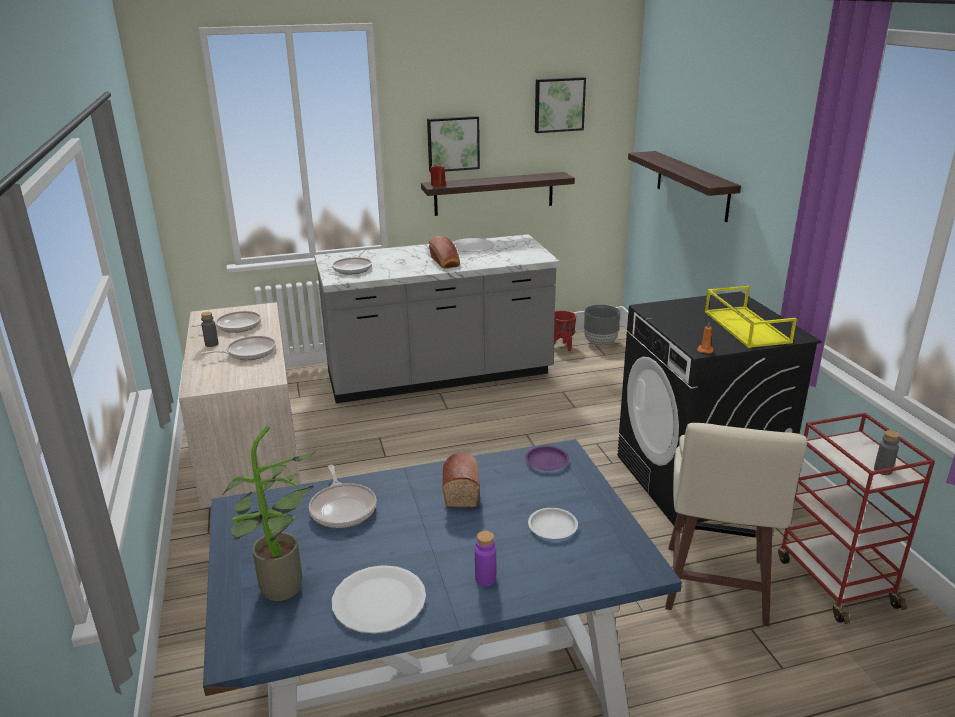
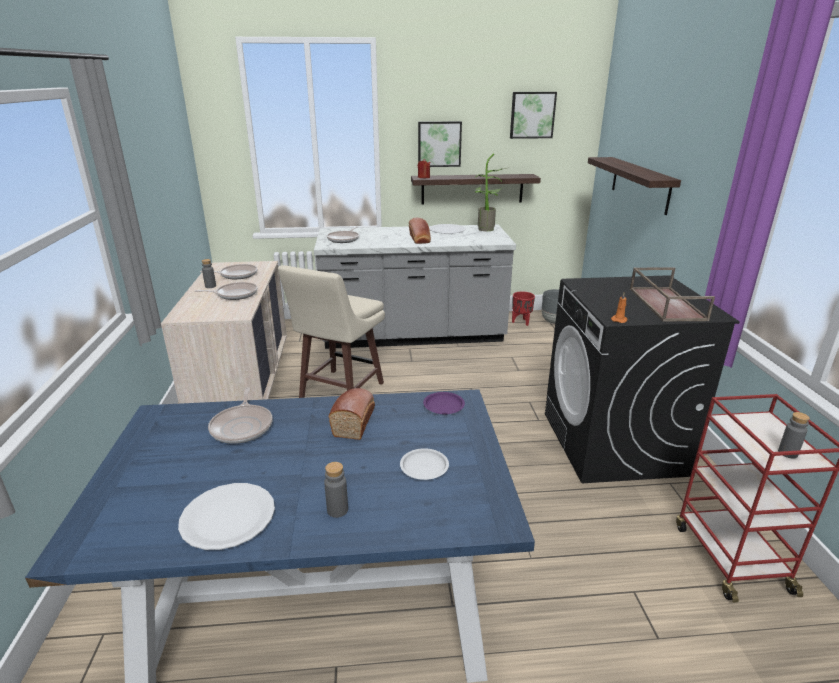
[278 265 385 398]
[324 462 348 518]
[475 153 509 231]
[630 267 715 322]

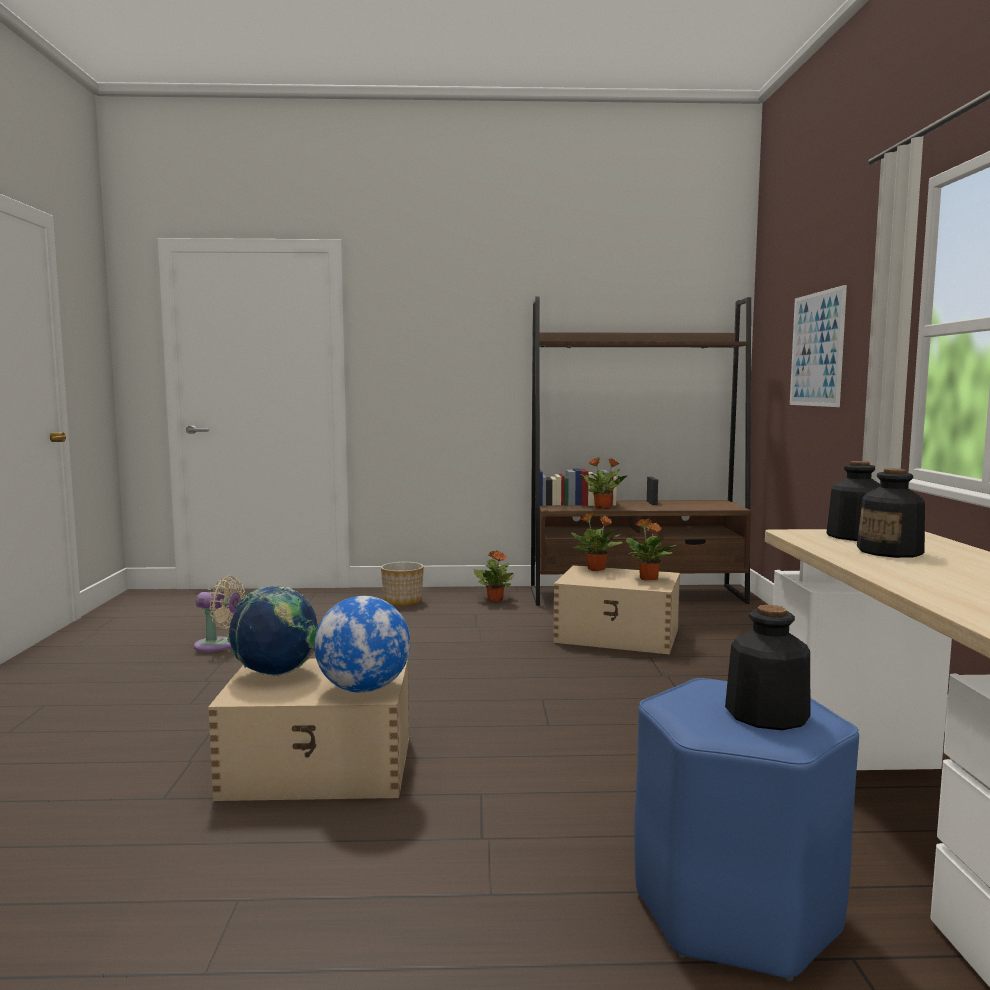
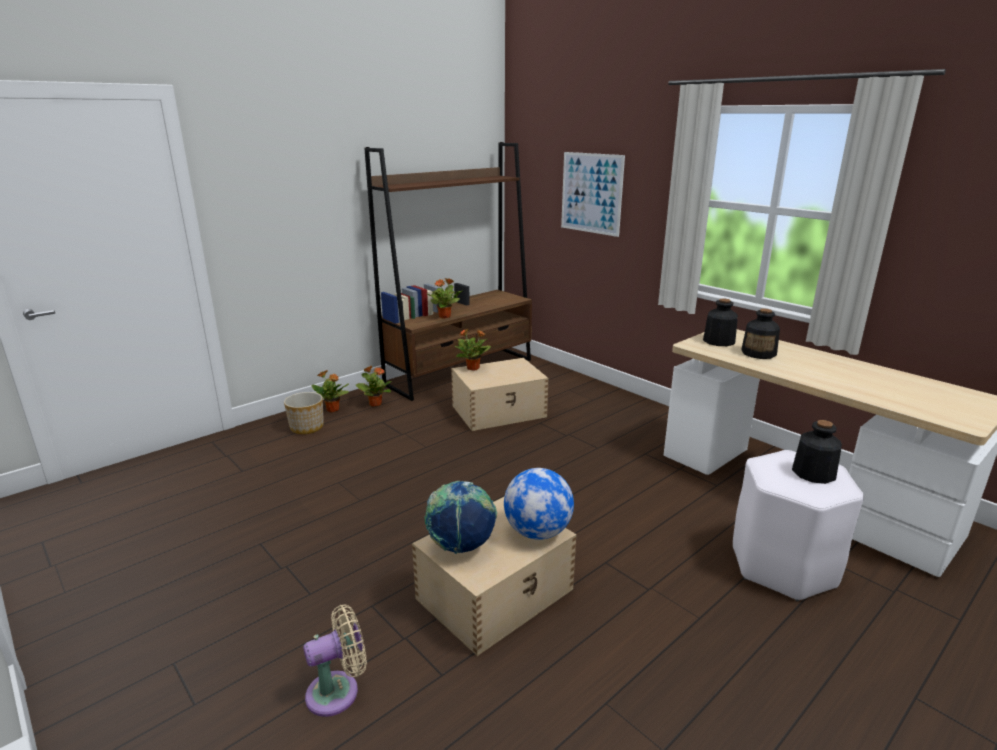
[303 604 367 717]
[311 370 349 412]
[733 450 864 601]

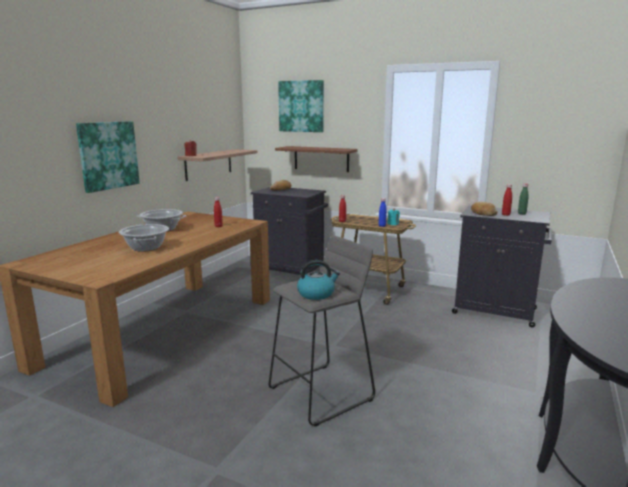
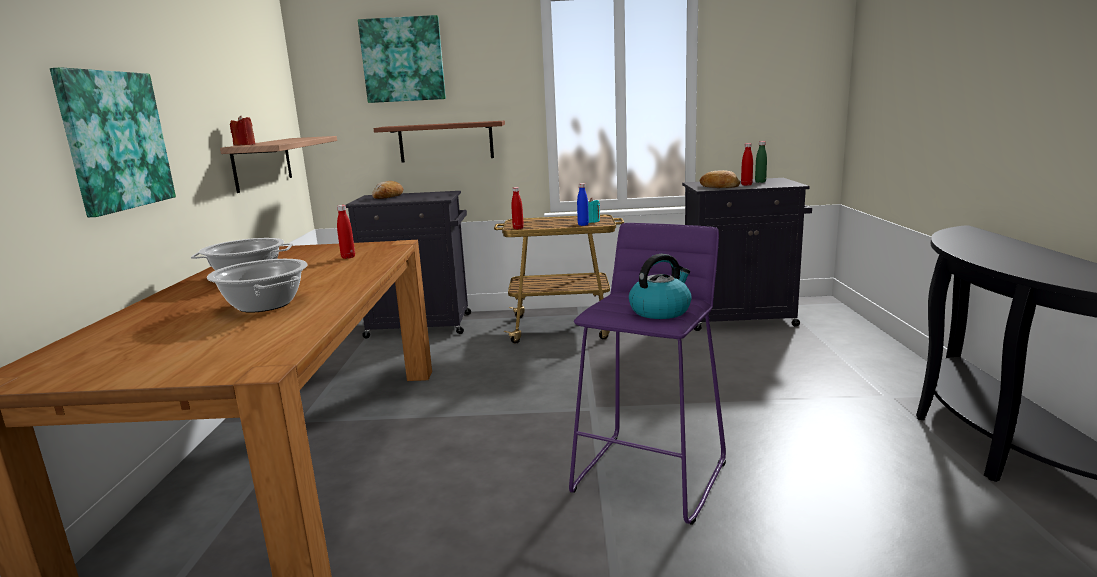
[569 223 726 525]

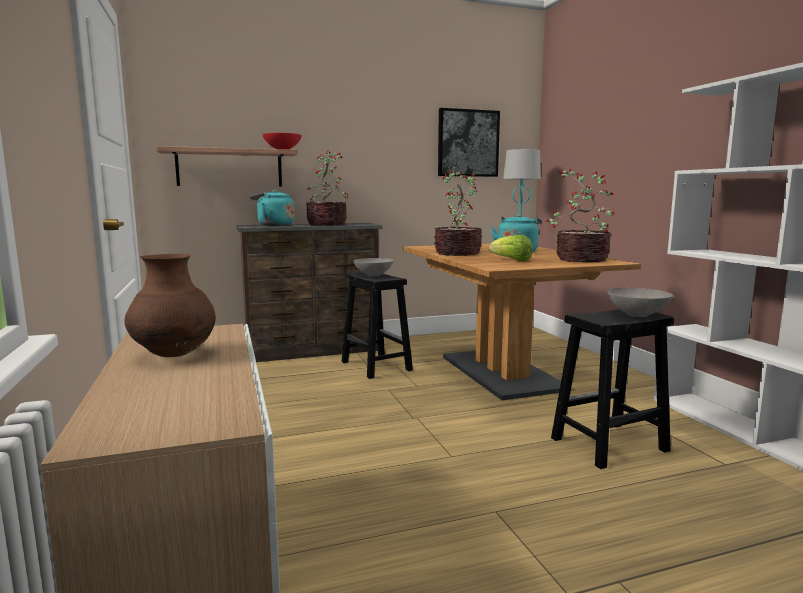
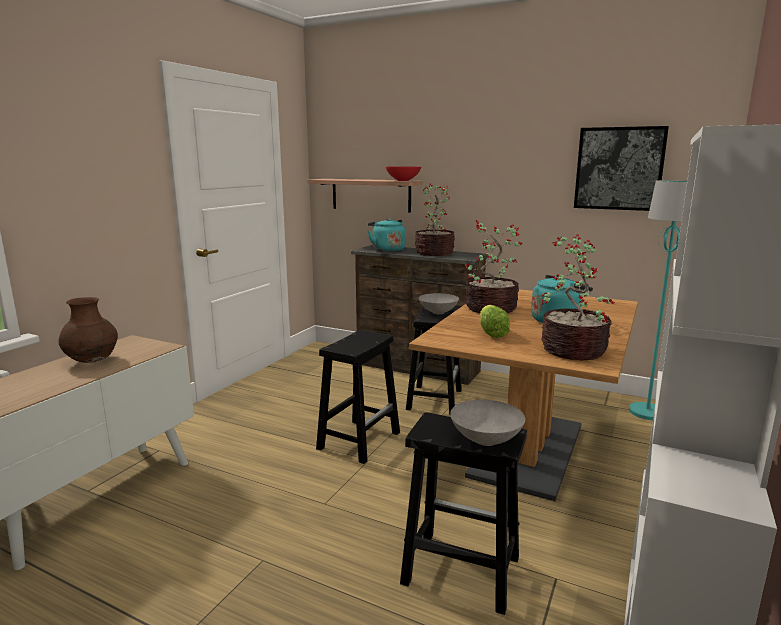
[316 330 400 464]

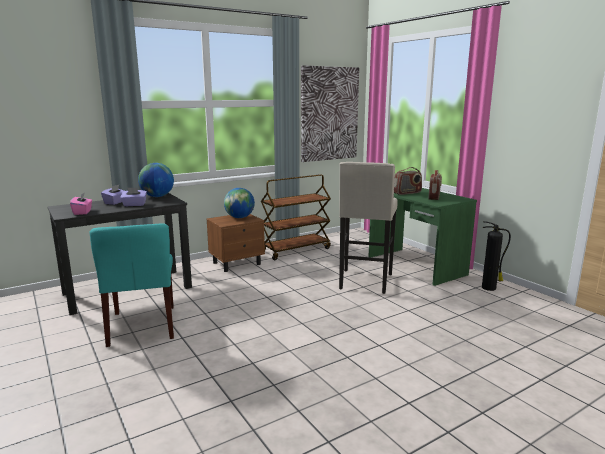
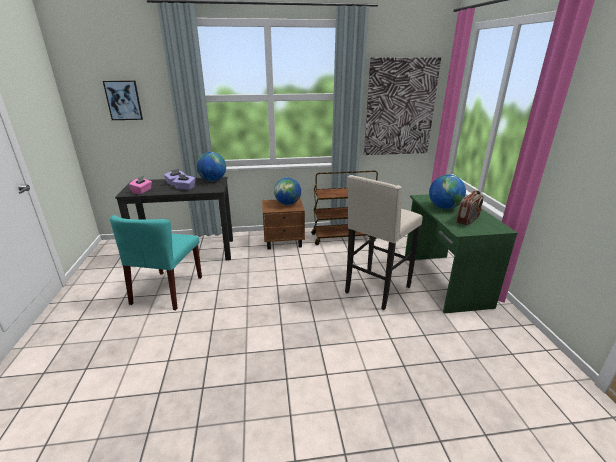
[103 81 143 120]
[429 175 466 209]
[482 221 511 291] (first image)

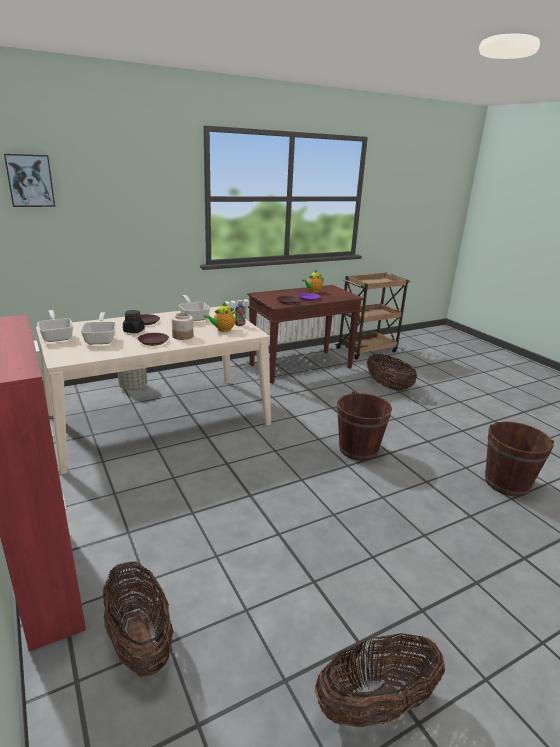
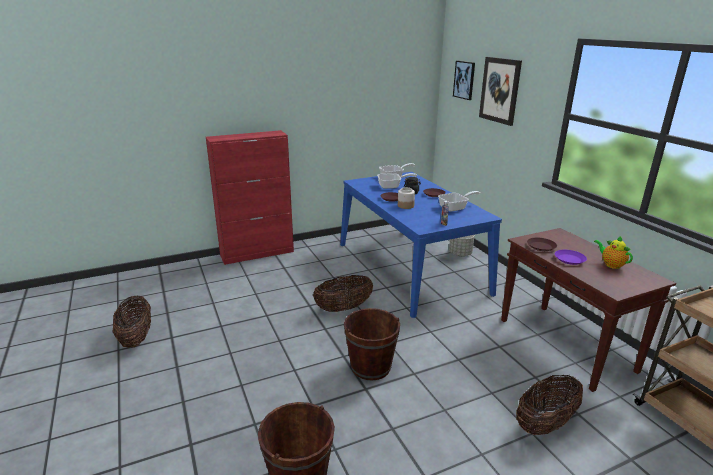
[313 275 373 312]
[340 172 502 318]
[479 57 522 126]
[204 302 238 332] (first image)

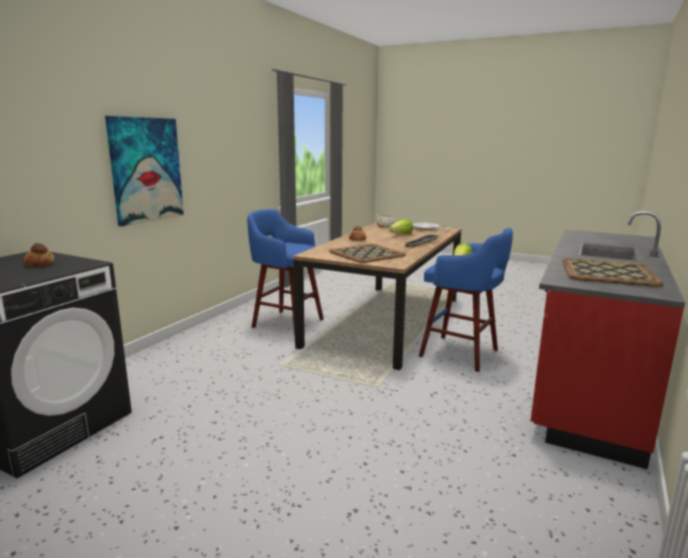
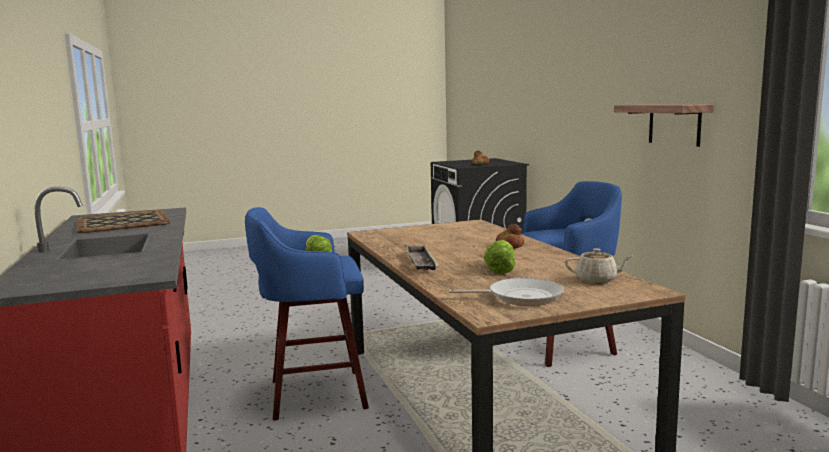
[614 104 714 147]
[105 116 184 226] (first image)
[329 244 406 263] (first image)

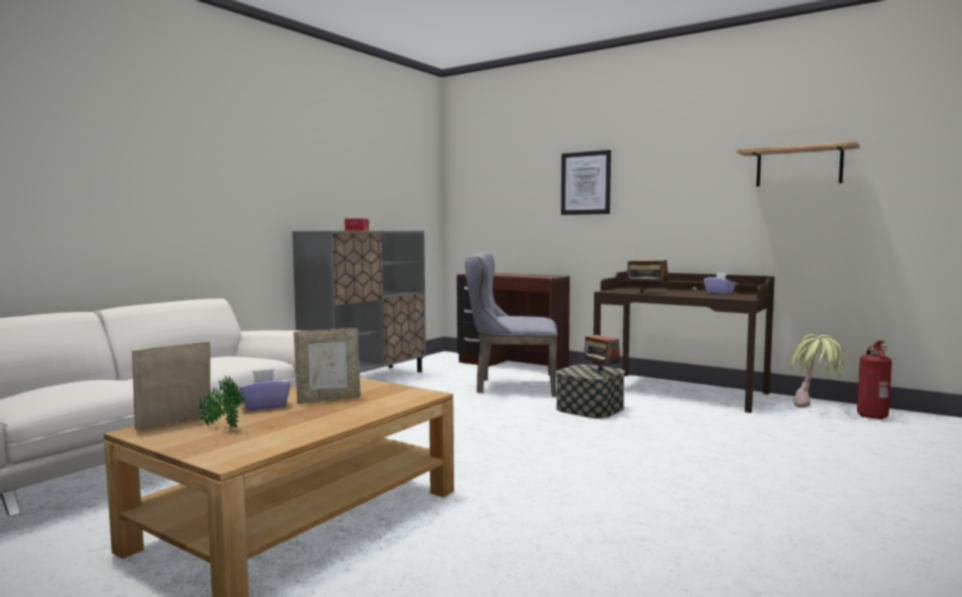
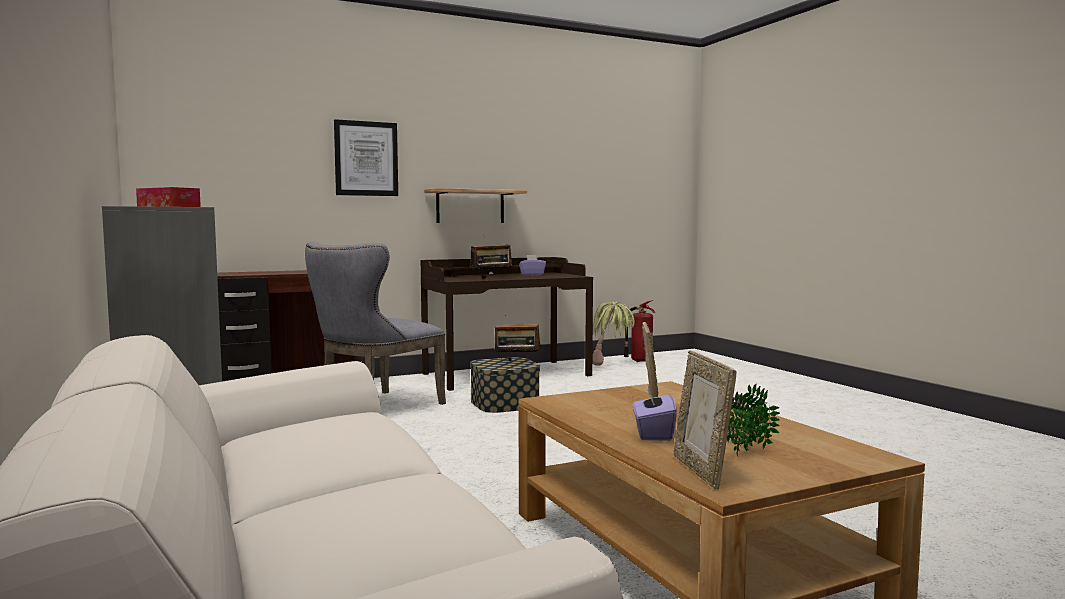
[424 188 527 223]

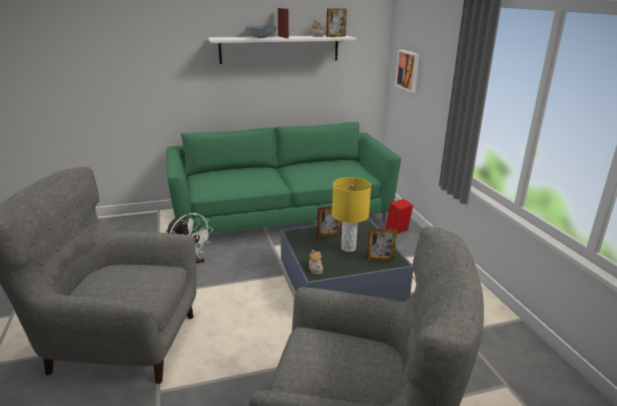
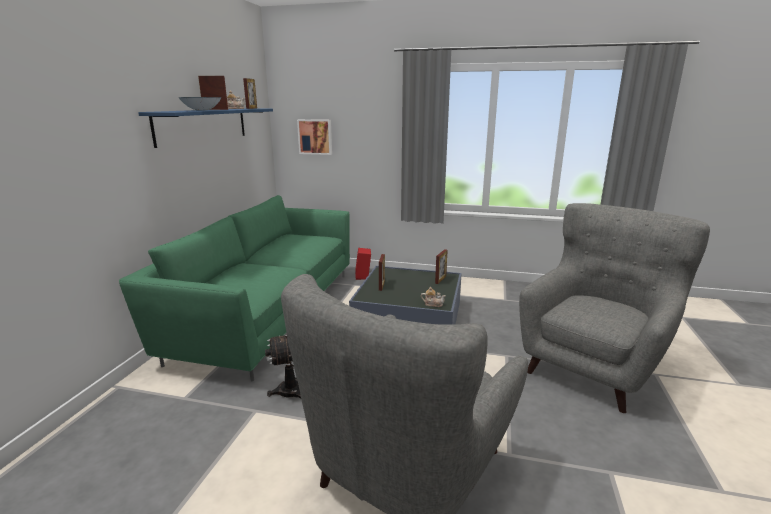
[138 109 273 148]
[332 177 371 252] (first image)

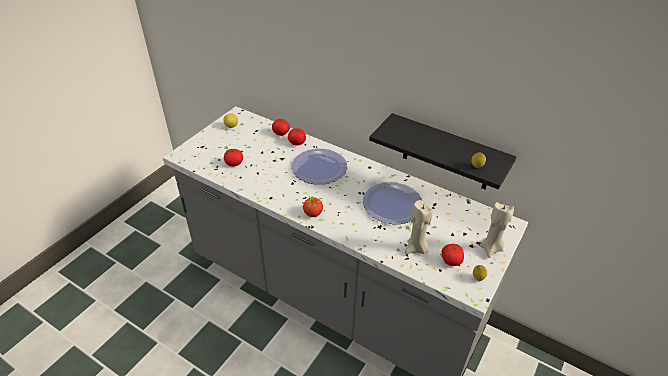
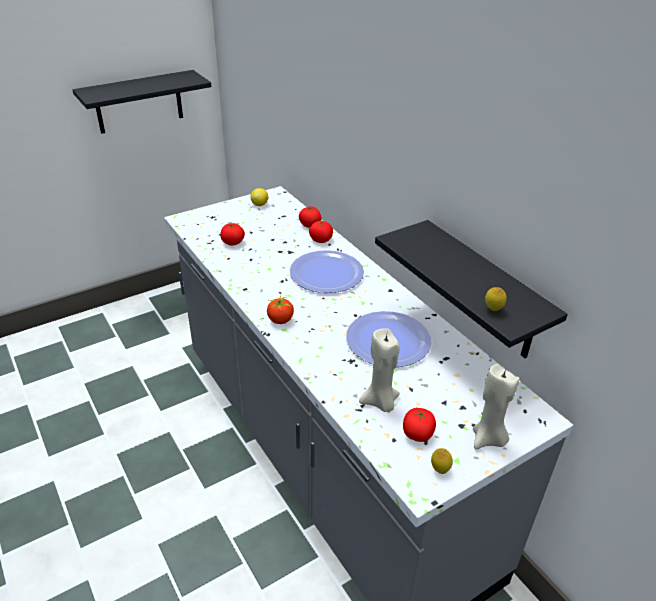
[73 70 211 134]

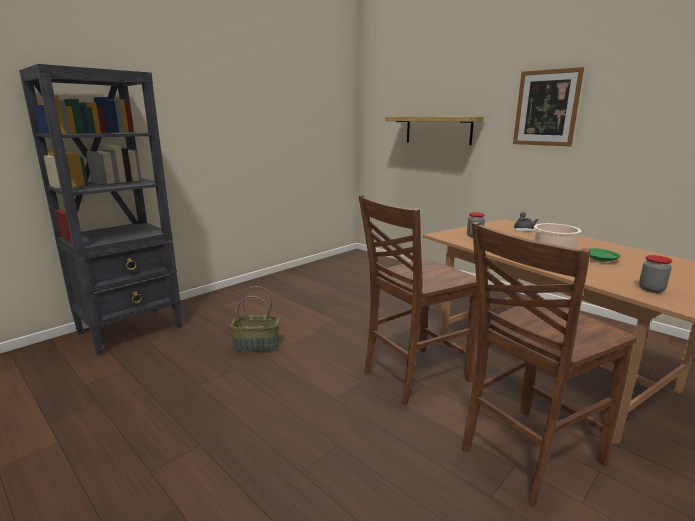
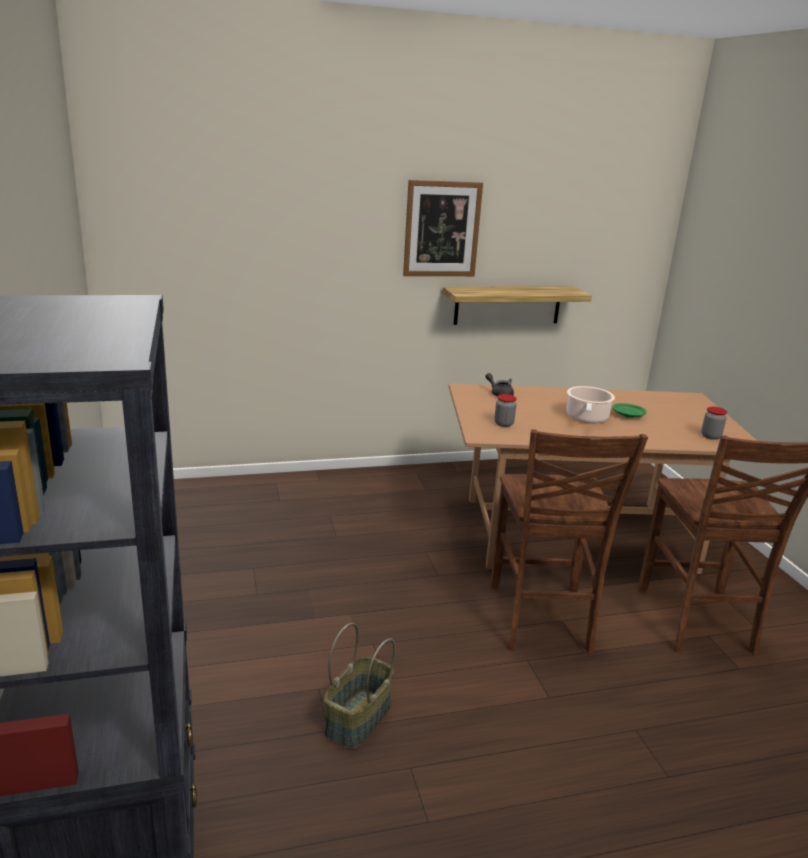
[443 287 592 325]

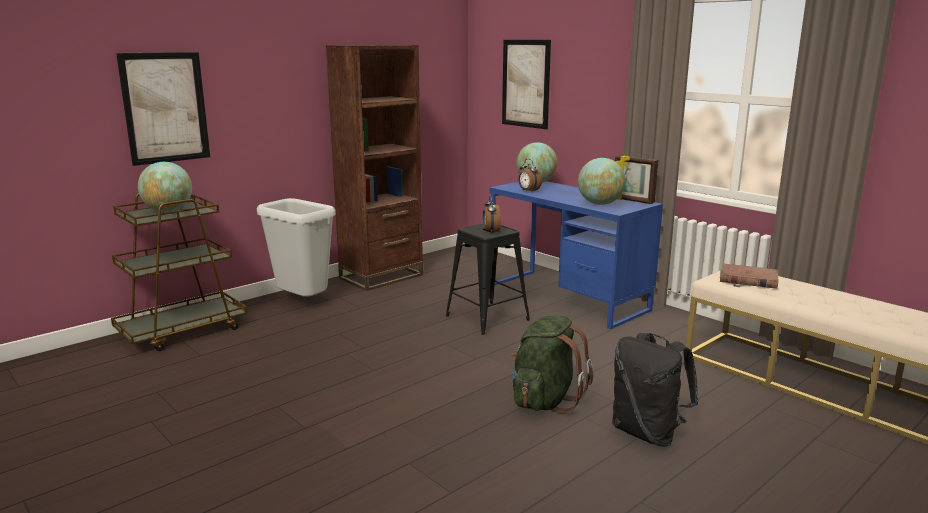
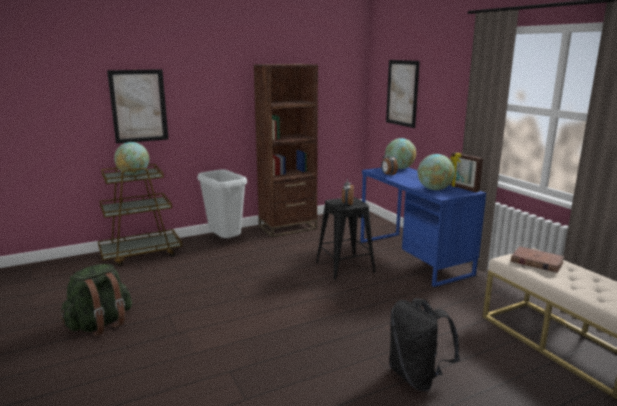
[60 264 132 336]

